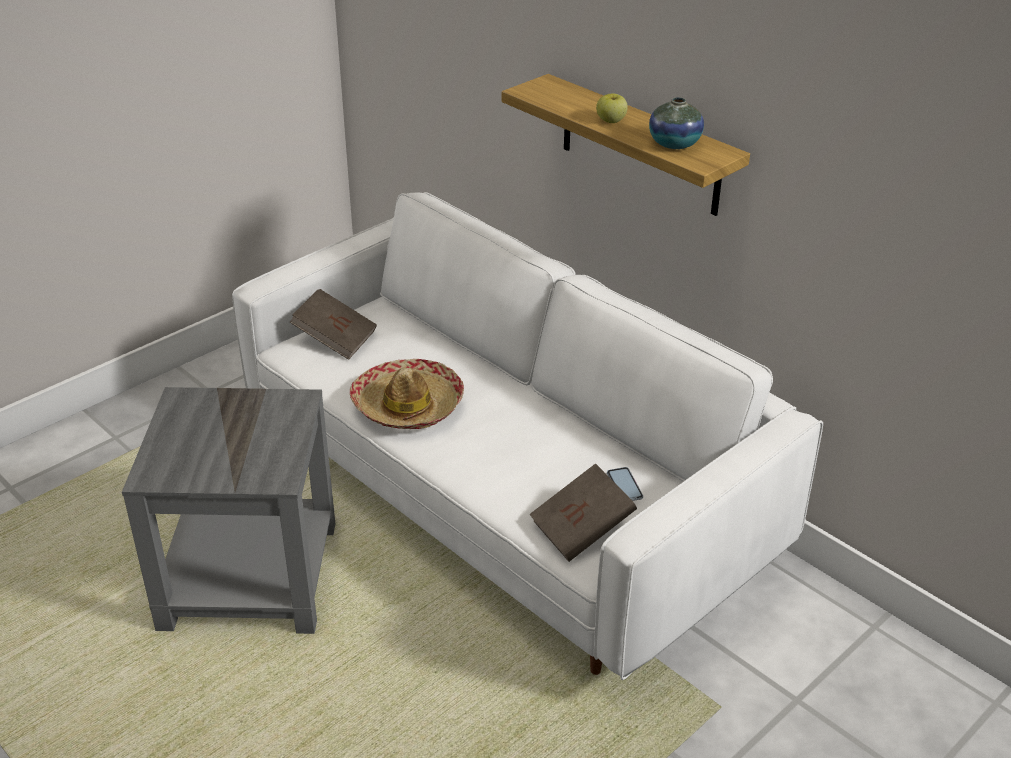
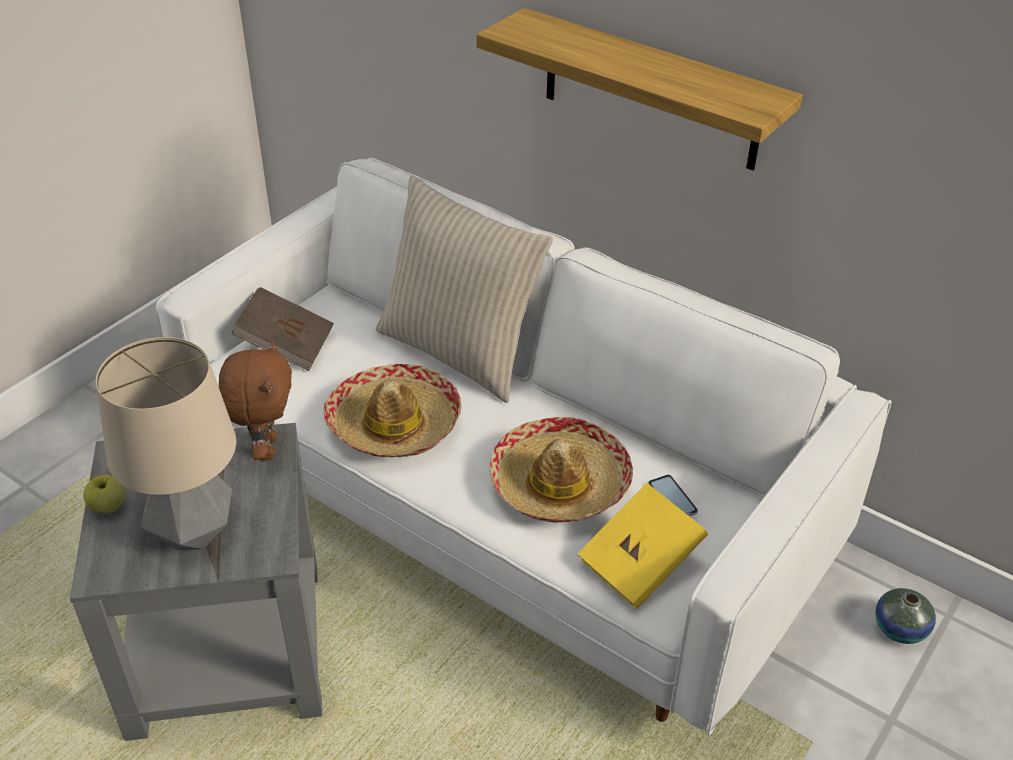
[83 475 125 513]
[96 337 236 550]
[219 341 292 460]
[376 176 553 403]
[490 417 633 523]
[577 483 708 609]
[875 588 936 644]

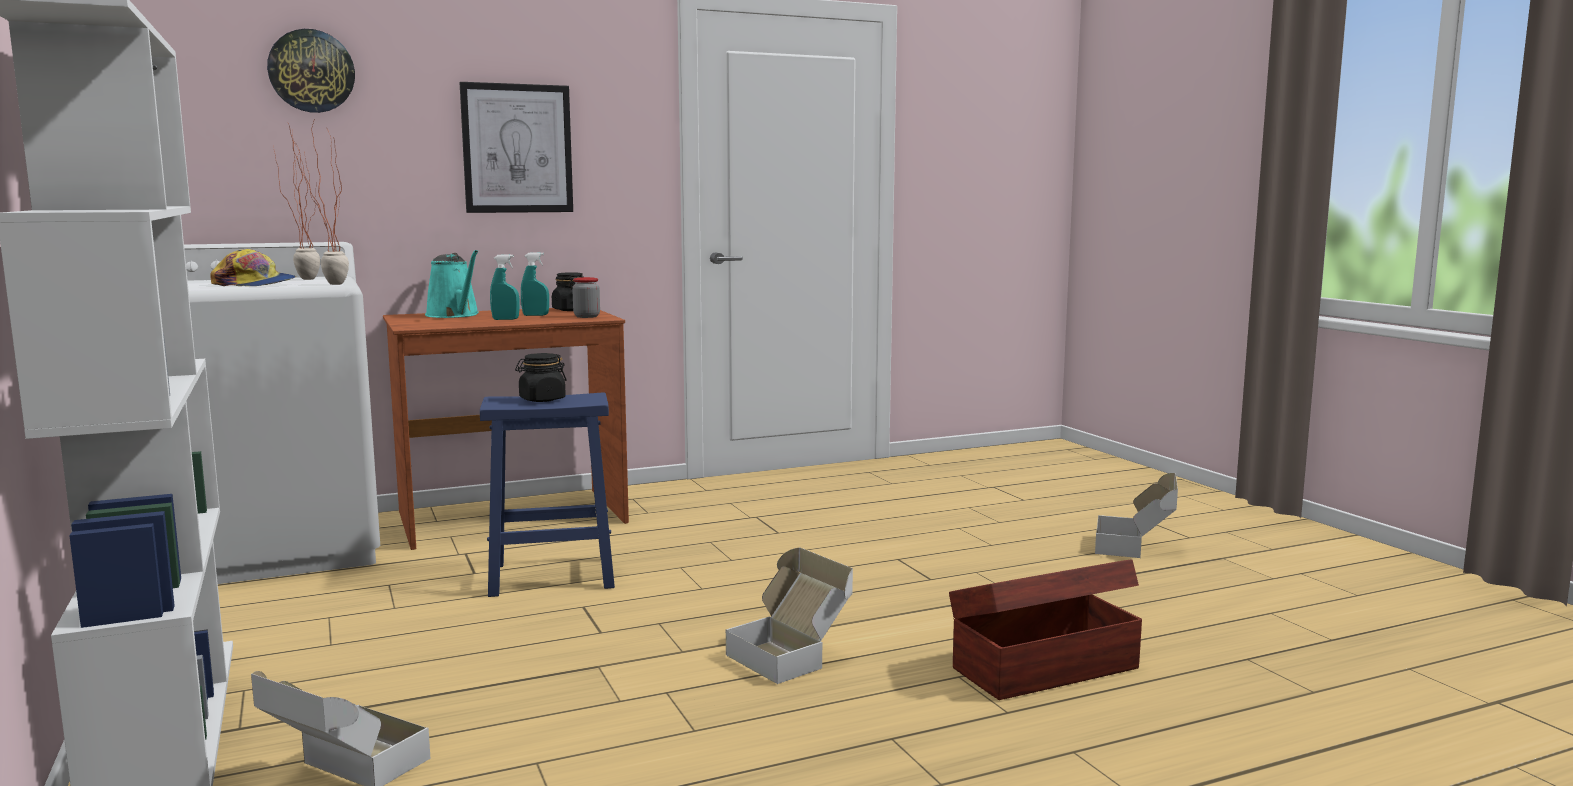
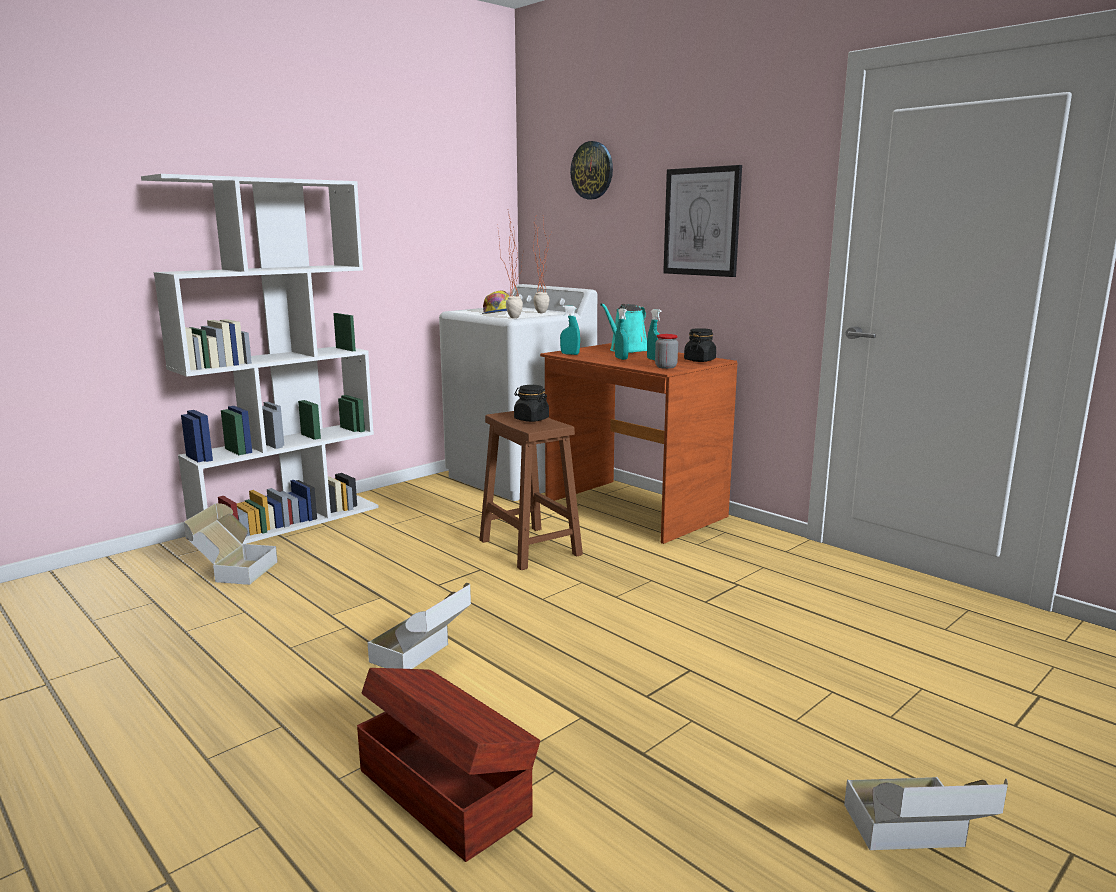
[480 411 583 570]
[560 305 580 355]

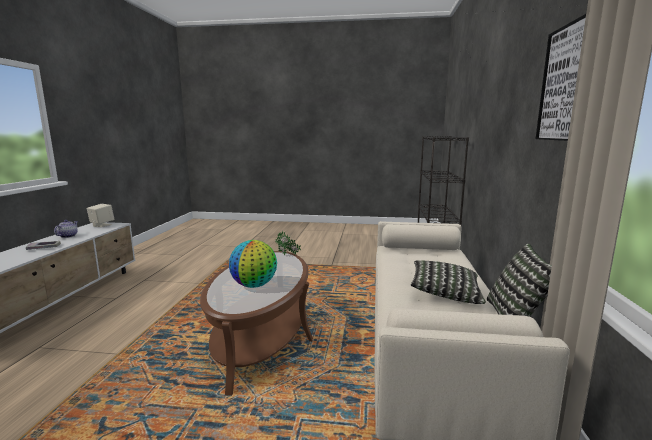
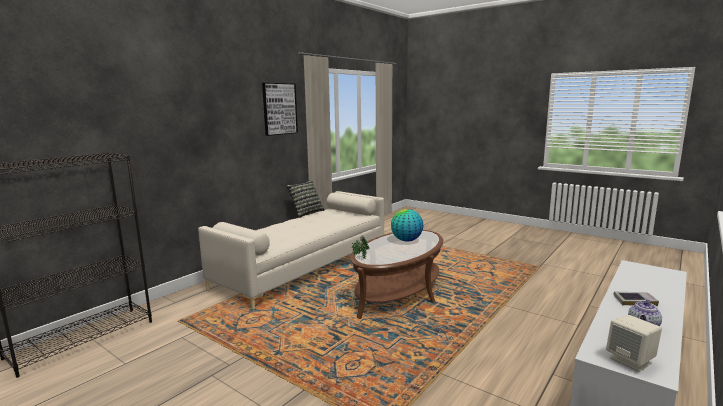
[410 260 486 304] (first image)

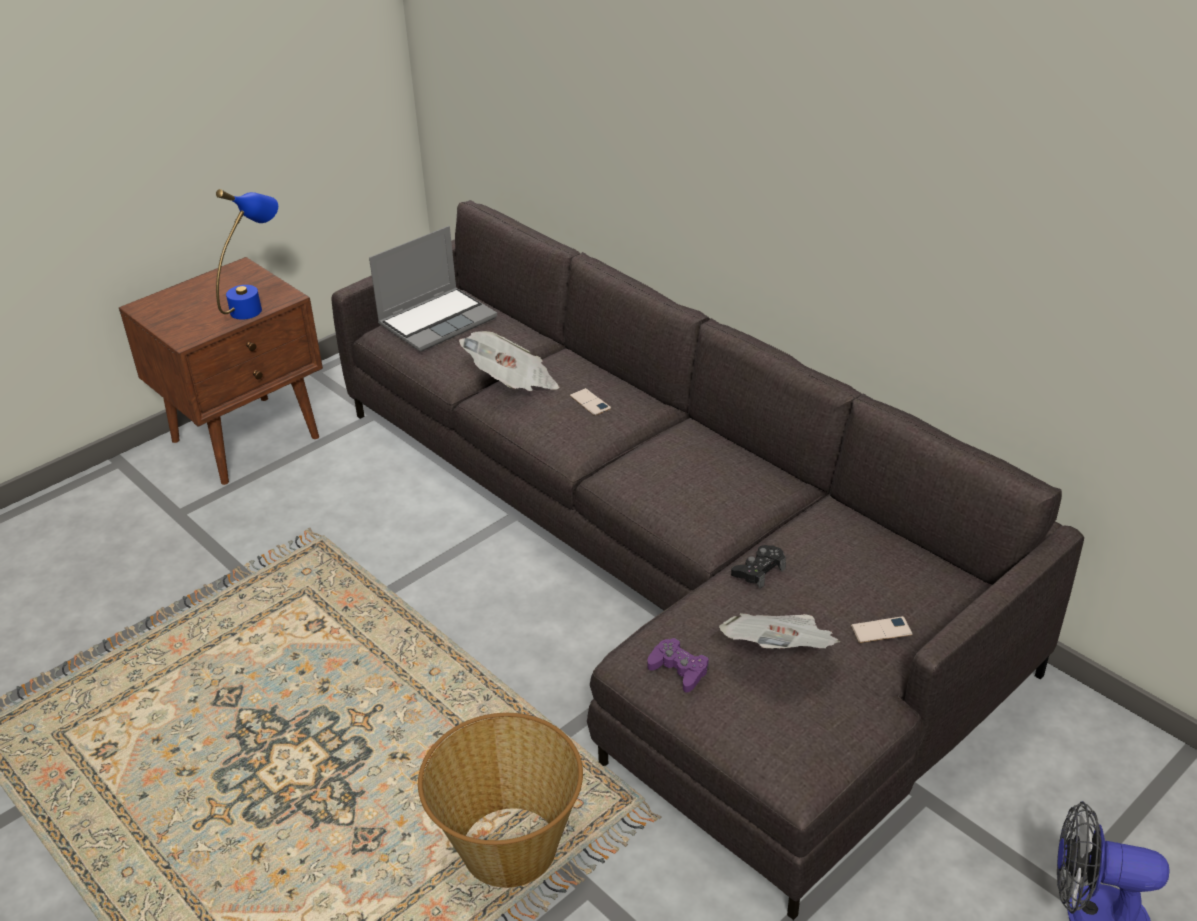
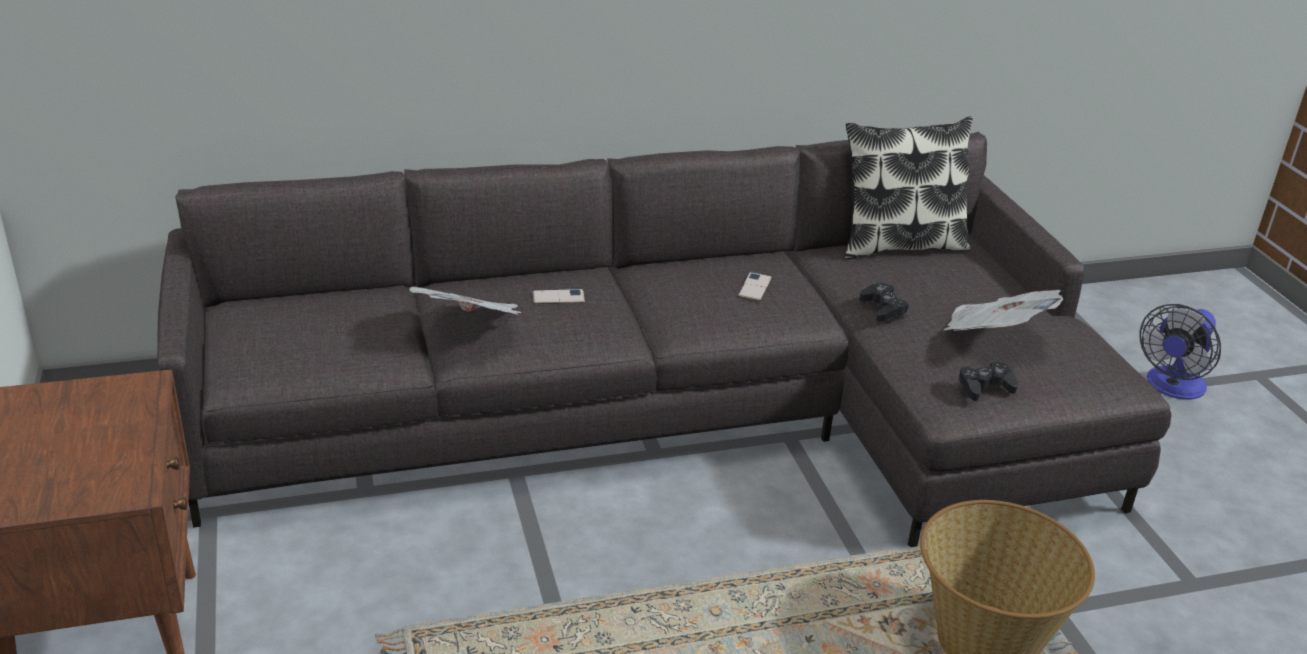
[738 272 772 301]
[845 116 973 259]
[958 361 1018 401]
[216 189 278 320] (first image)
[369 226 497 352] (first image)

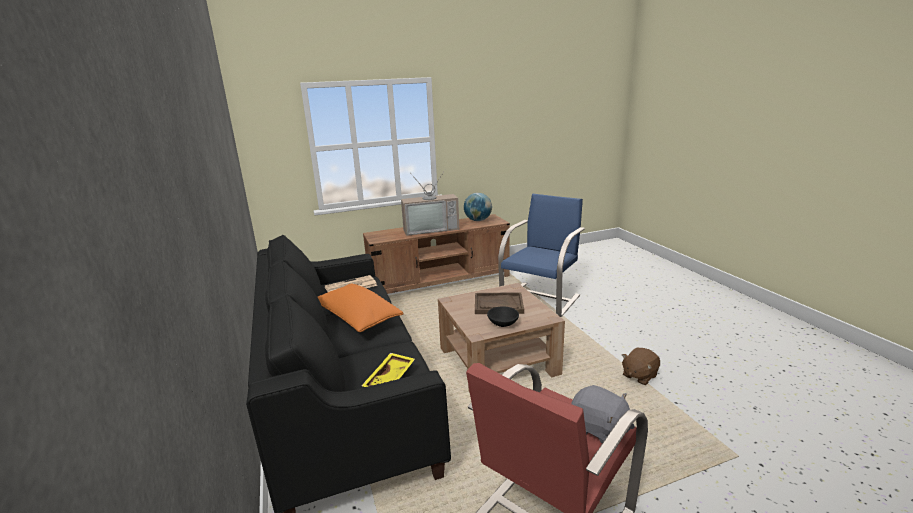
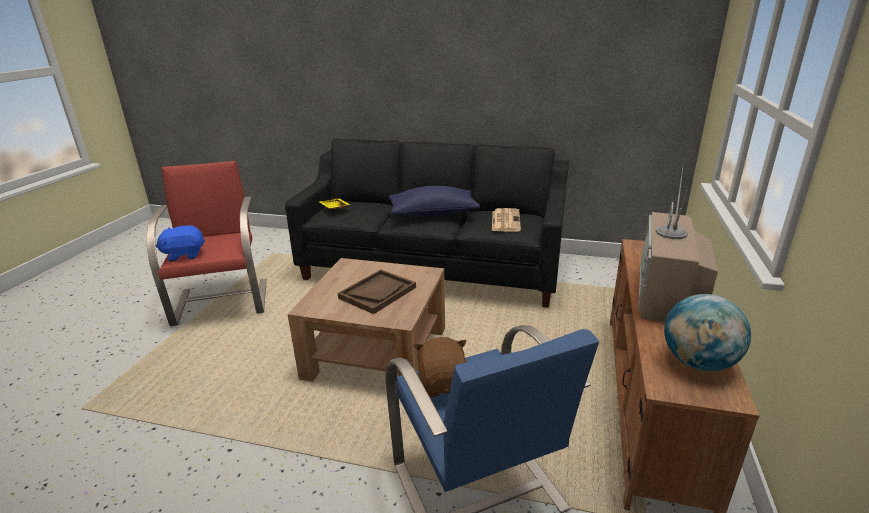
[156 226 205 262]
[389 186 480 217]
[413 337 467 397]
[487 307 519 327] (first image)

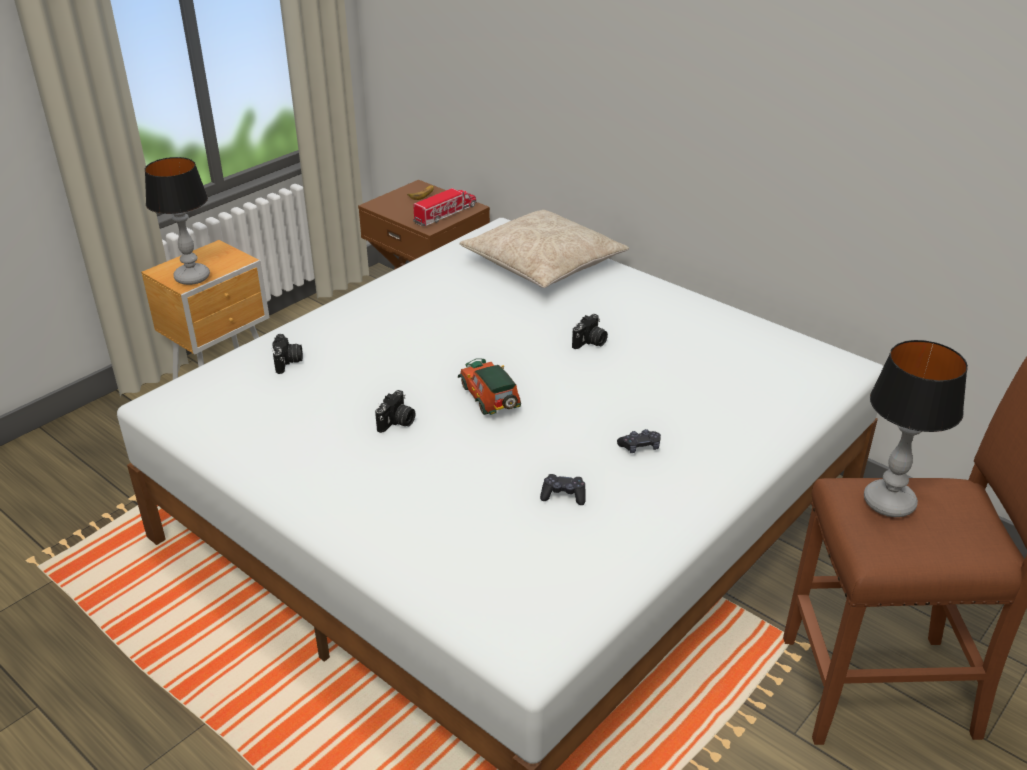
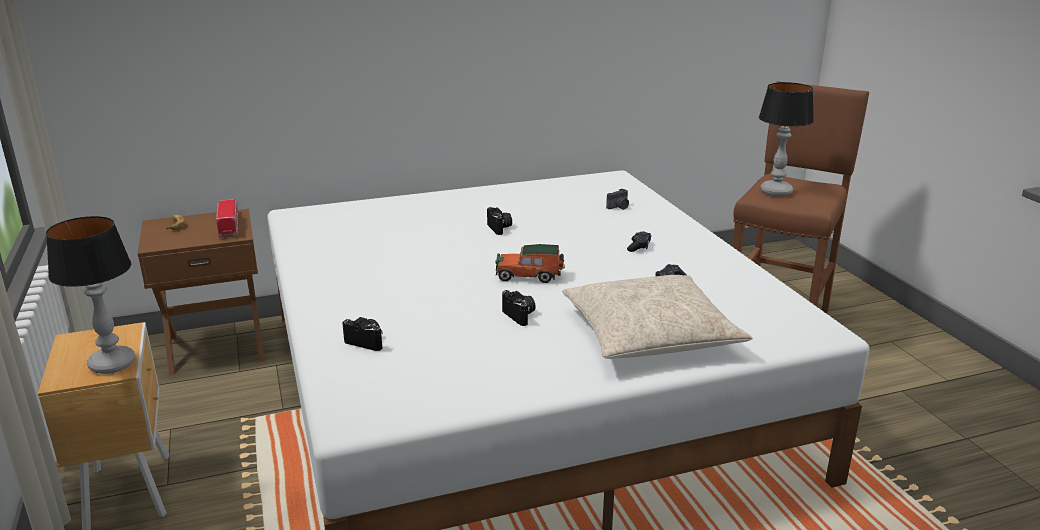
[562 275 752 359]
[606 189 629 210]

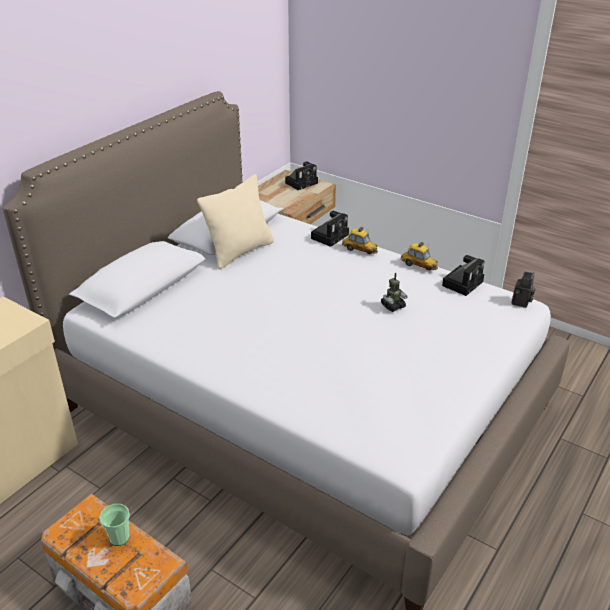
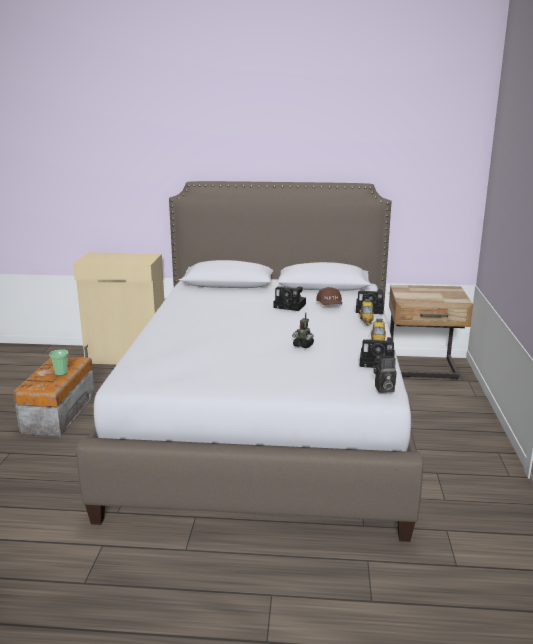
[274 286 306 311]
[316 287 342 305]
[197 174 274 269] (first image)

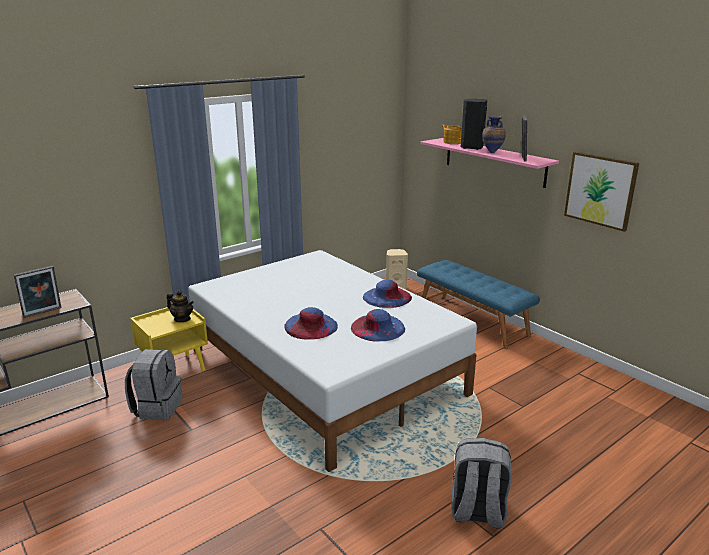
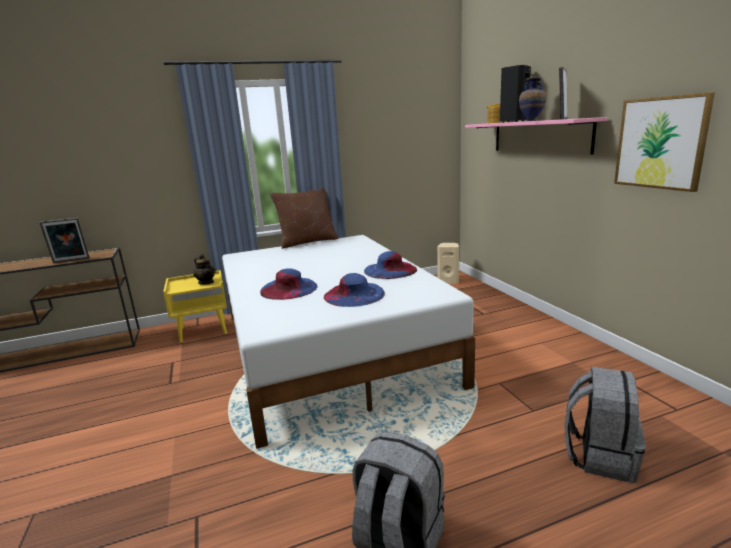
[270 187 338 249]
[564 367 646 483]
[417 260 540 349] (first image)

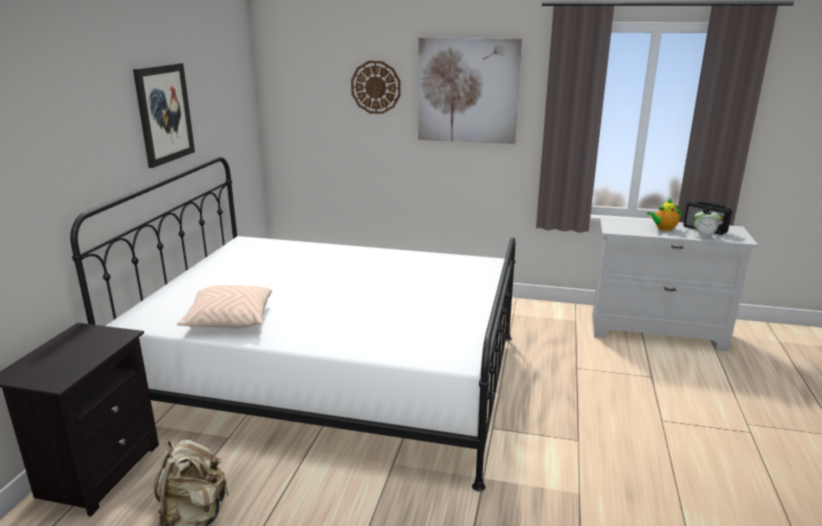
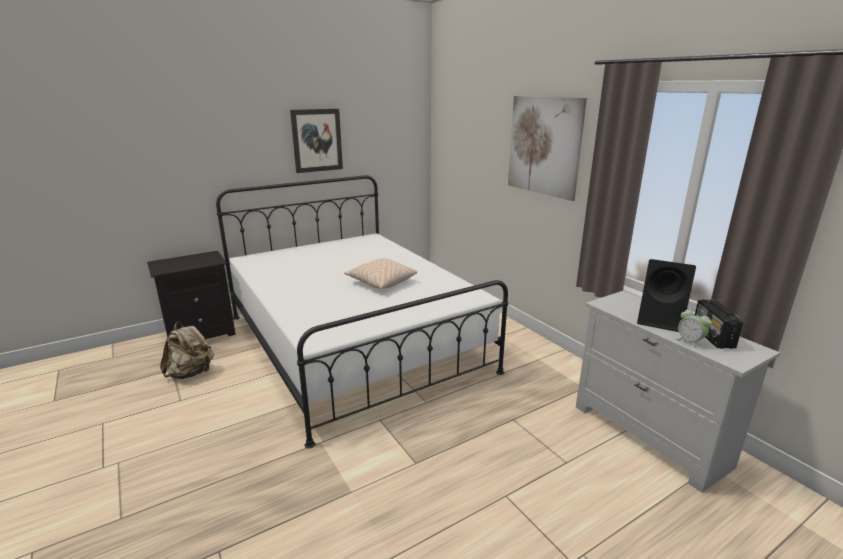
[344 258 418 289]
[637 259 696 332]
[351 61 401 114] (first image)

